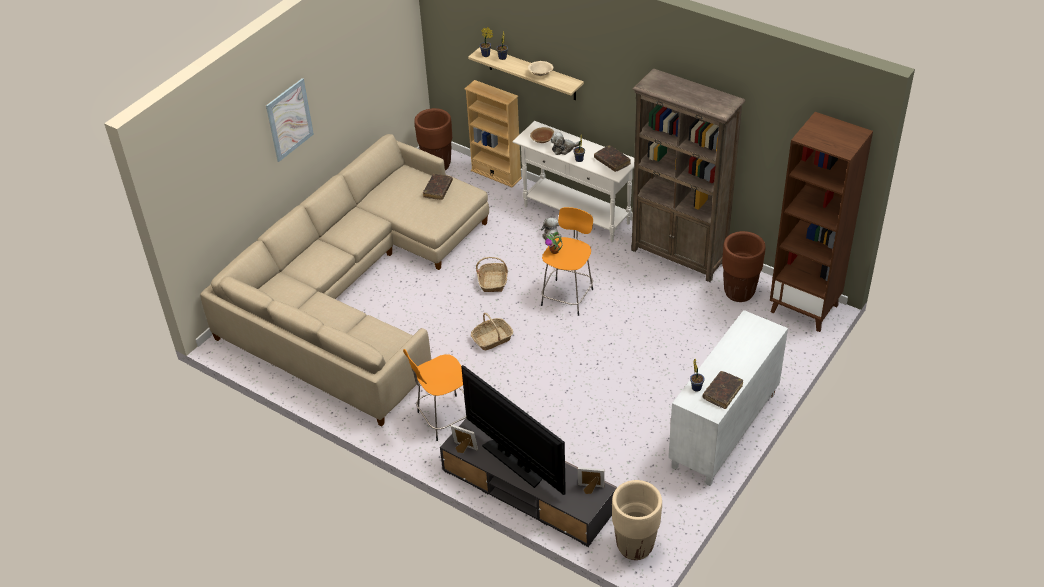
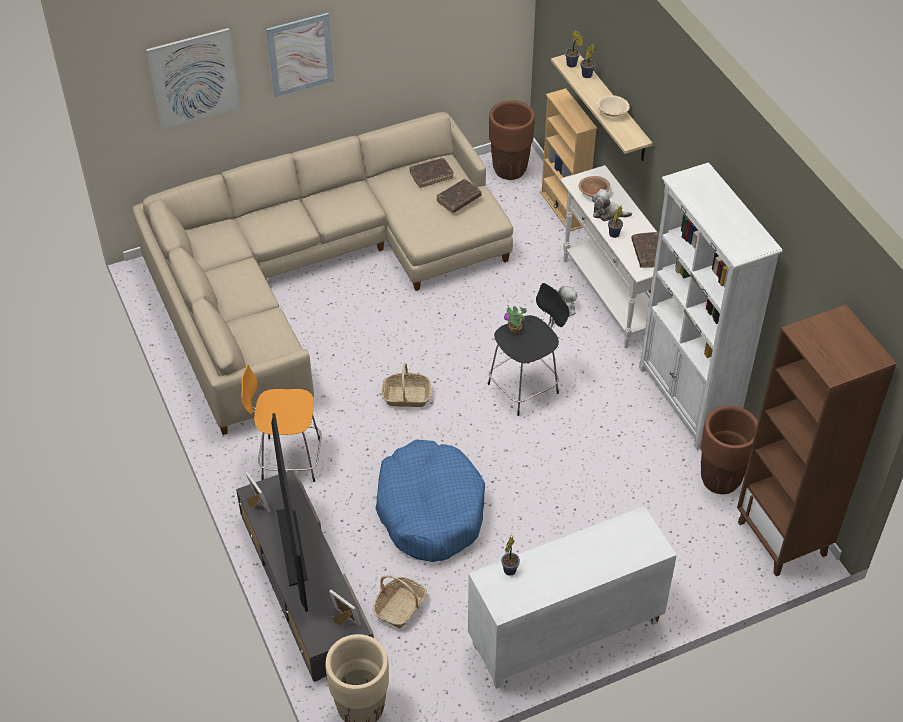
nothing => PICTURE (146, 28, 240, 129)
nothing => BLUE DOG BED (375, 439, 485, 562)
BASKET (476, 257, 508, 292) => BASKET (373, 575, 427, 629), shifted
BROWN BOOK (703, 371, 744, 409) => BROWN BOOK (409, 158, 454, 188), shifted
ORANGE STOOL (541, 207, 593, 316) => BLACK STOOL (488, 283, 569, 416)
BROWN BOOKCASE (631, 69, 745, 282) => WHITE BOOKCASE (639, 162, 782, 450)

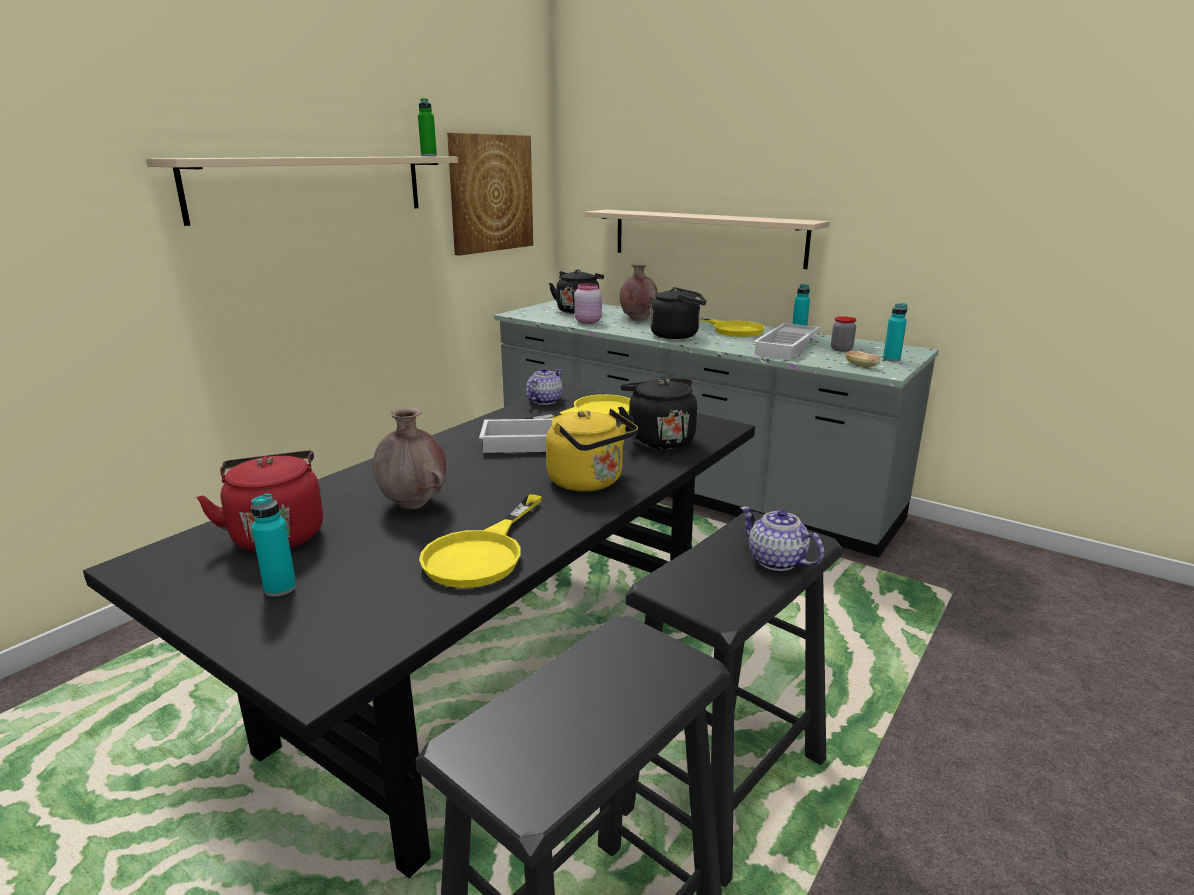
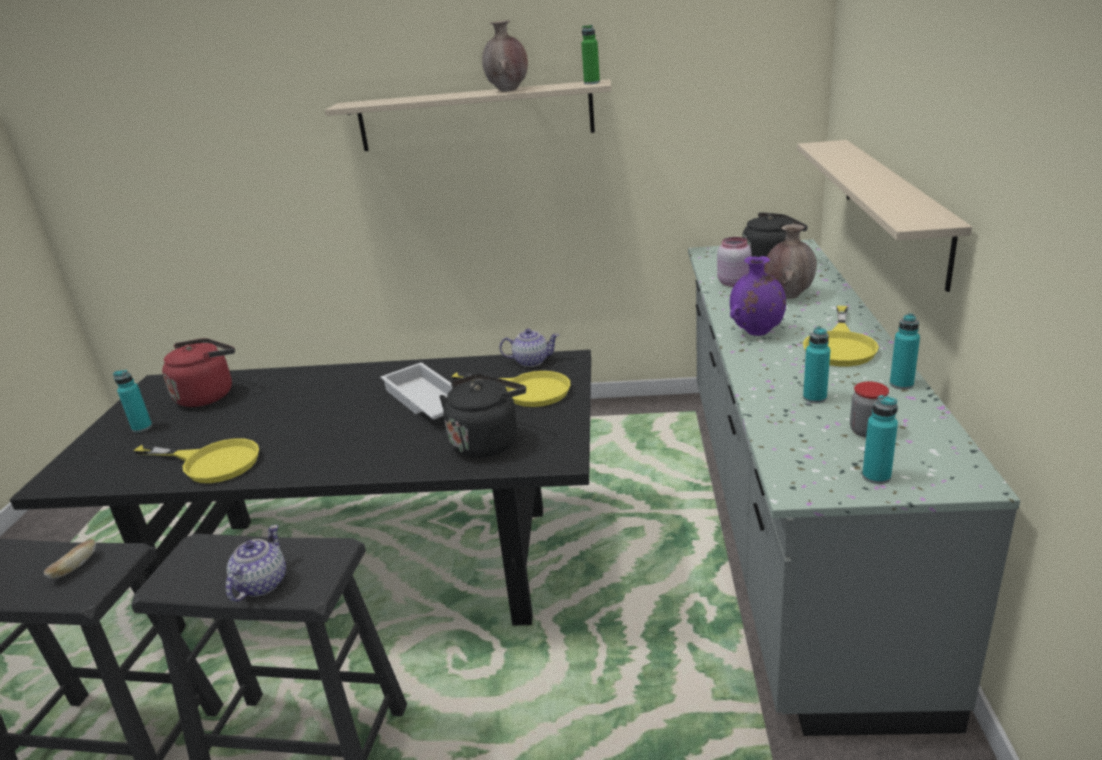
PICTURE (447, 133, 533, 256) => nothing
YELLOW KETTLE (546, 409, 638, 492) => nothing
BROWN VASE (373, 407, 446, 509) => BROWN VASE (482, 21, 528, 92), shifted
BREAD (845, 351, 880, 367) => BREAD (44, 539, 96, 578), shifted
BLACK KETTLE (650, 287, 706, 339) => PURPLE VASE (730, 256, 786, 336)
WHITE TRAY (753, 323, 820, 359) => TURQUOISE BOTTLE (803, 327, 830, 403)
YELLOW FRYING PAN (419, 494, 542, 588) => YELLOW FRYING PAN (134, 438, 259, 483), 150 degrees counterclockwise

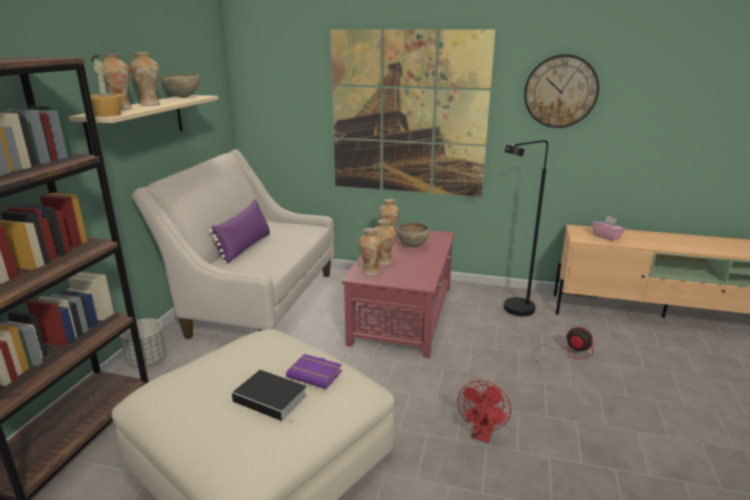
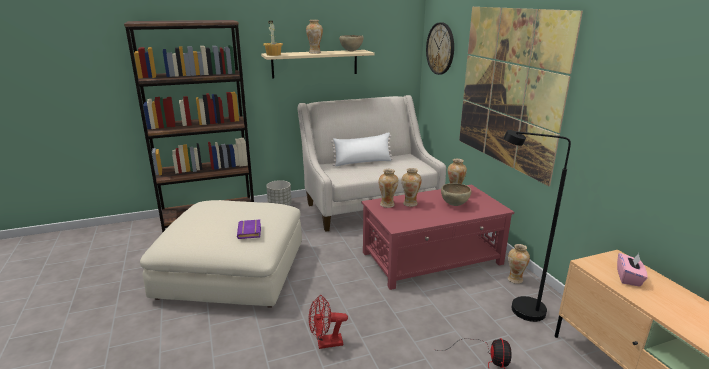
BOOK (232, 370, 307, 423) => nothing
VASE (101, 54, 132, 110) => VASE (508, 244, 530, 284), shifted
WALL CLOCK (524, 54, 599, 128) => WALL CLOCK (426, 22, 454, 75), shifted
PURPLE PILLOW (209, 200, 270, 264) => WHITE PILLOW (331, 132, 393, 166)

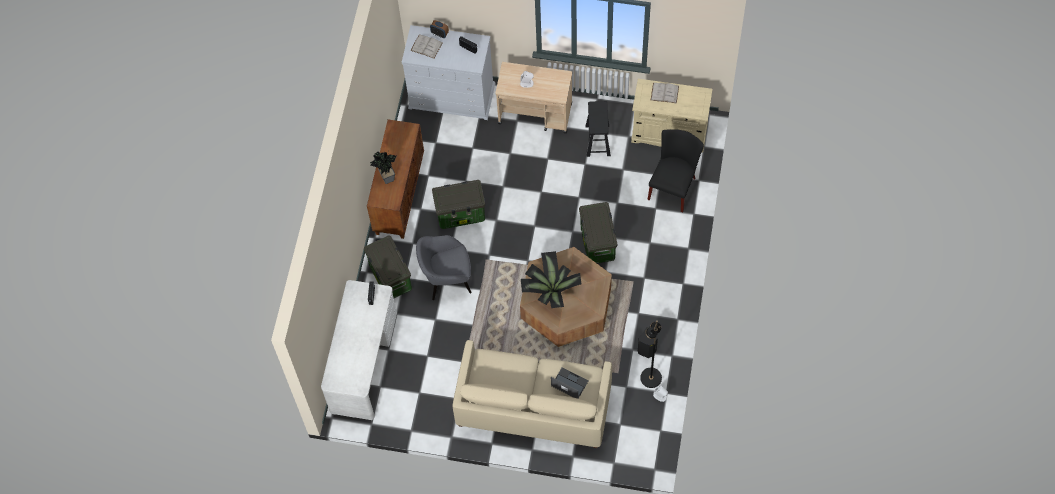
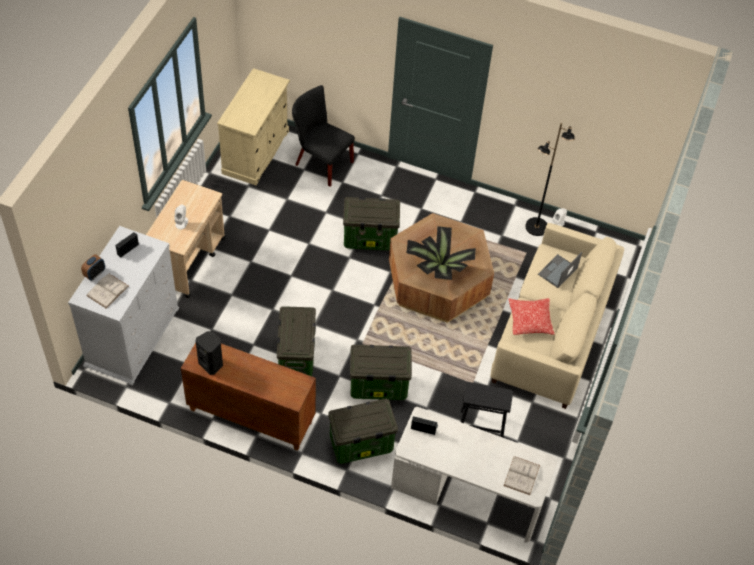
POTTED PLANT (370, 152, 397, 184) => nothing
nothing => PILLOW (509, 298, 555, 335)
BLACK STOOL (586, 101, 611, 157) => BLACK STOOL (461, 382, 513, 437), shifted
BLACK SPEAKER (638, 327, 658, 358) => BLACK SPEAKER (196, 331, 223, 375), shifted
WHITE BOOK (651, 83, 679, 103) => WHITE BOOK (504, 456, 540, 495), shifted
GREY ARMCHAIR (416, 235, 472, 300) => STORAGE BOX (350, 345, 412, 400)

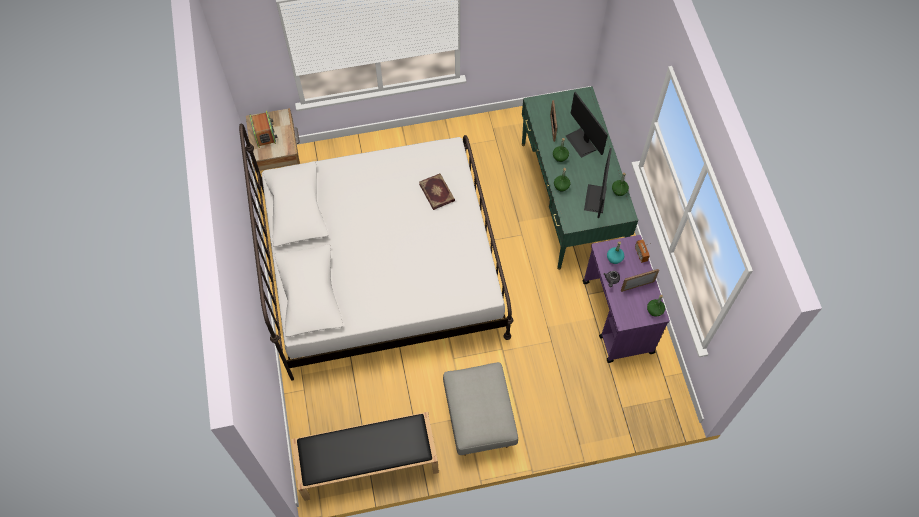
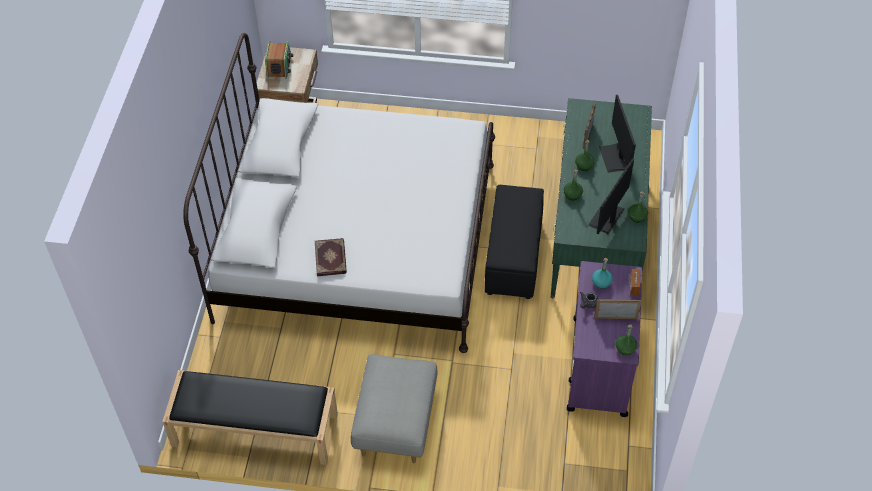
nothing => BLACK OTTOMAN (485, 185, 544, 299)
BOOK (419, 173, 455, 210) => BOOK (315, 238, 347, 276), shifted

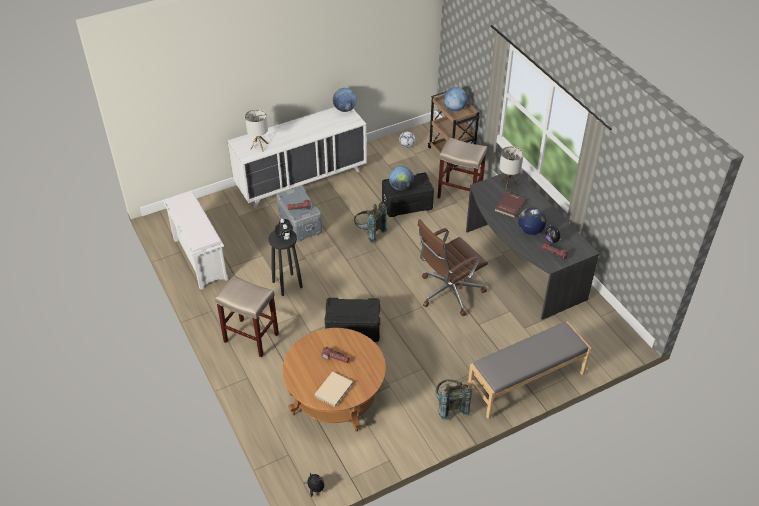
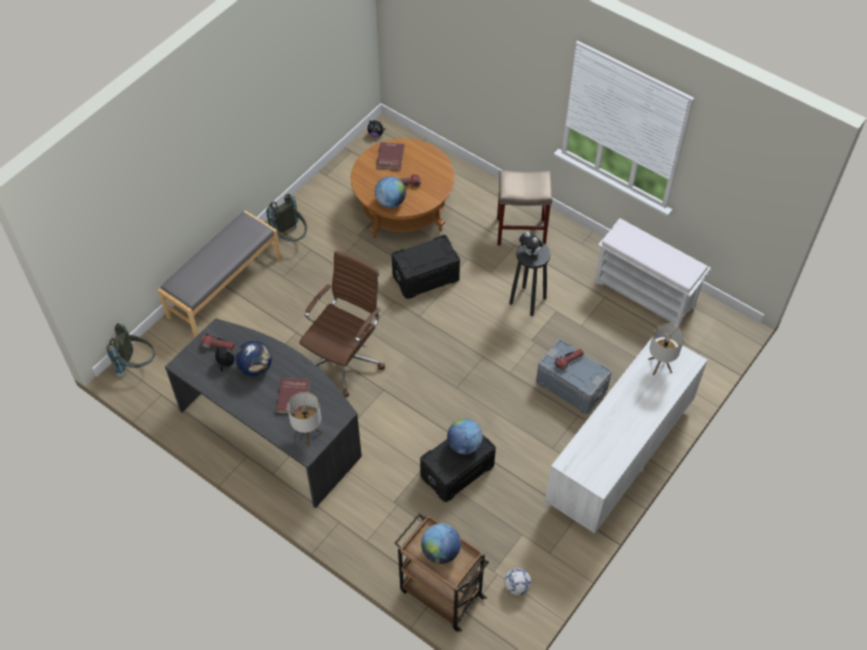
BEIGE STOOL (437, 137, 487, 199) => nothing
GLOBE (333, 88, 357, 112) => GLOBE (375, 176, 406, 208), shifted
GREY BACKPACK (354, 202, 387, 243) => GREY BACKPACK (107, 323, 155, 376), shifted
BEIGE BOOK (314, 372, 353, 407) => RED BOOK (376, 142, 405, 170)

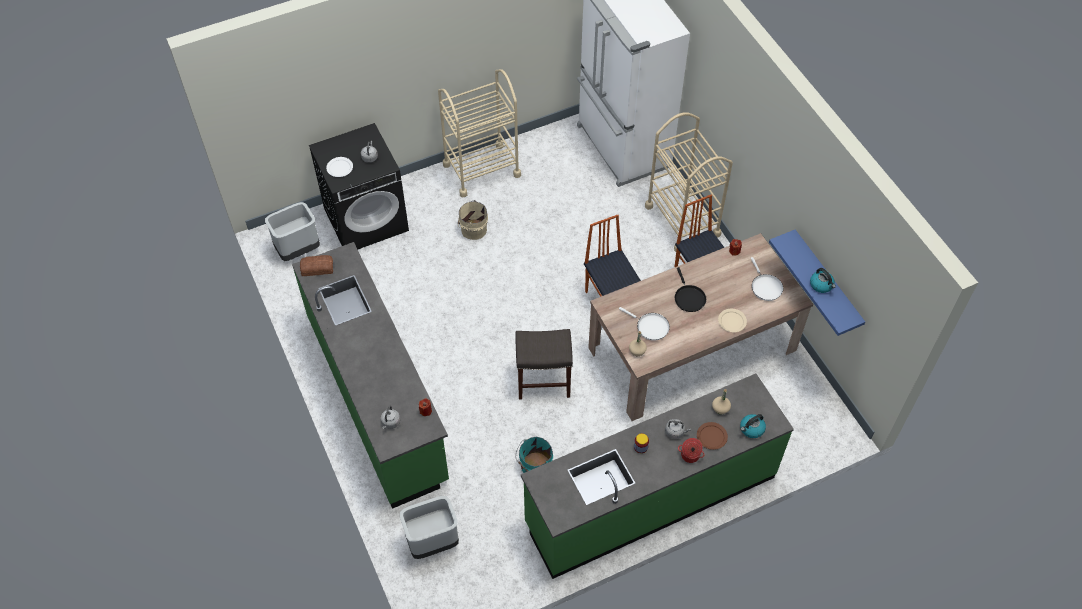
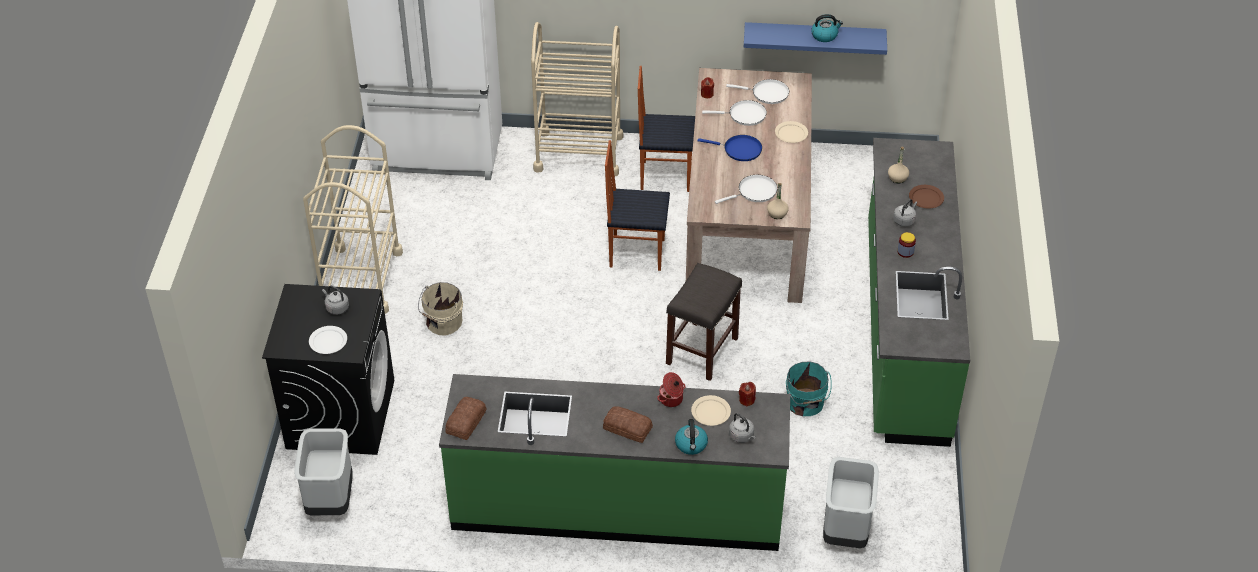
nothing => BREAD (603, 406, 653, 443)
nothing => BEIGE PLATE (691, 395, 731, 426)
nothing => WHITE FRYING PAN (702, 100, 767, 126)
COOKING POT (678, 438, 704, 463) => COOKING POT (657, 372, 686, 407), shifted
KETTLE (740, 414, 766, 438) => KETTLE (675, 419, 708, 455), shifted
BLACK FRYING PAN (675, 267, 706, 312) => BLUE FRYING PAN (698, 135, 762, 161)

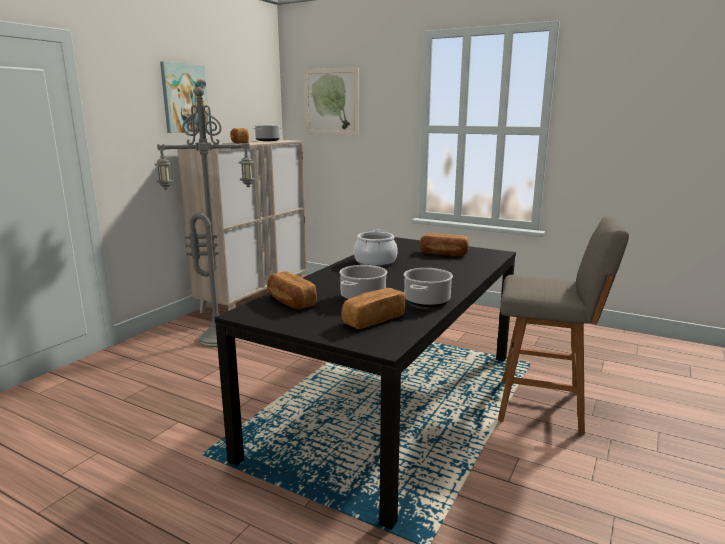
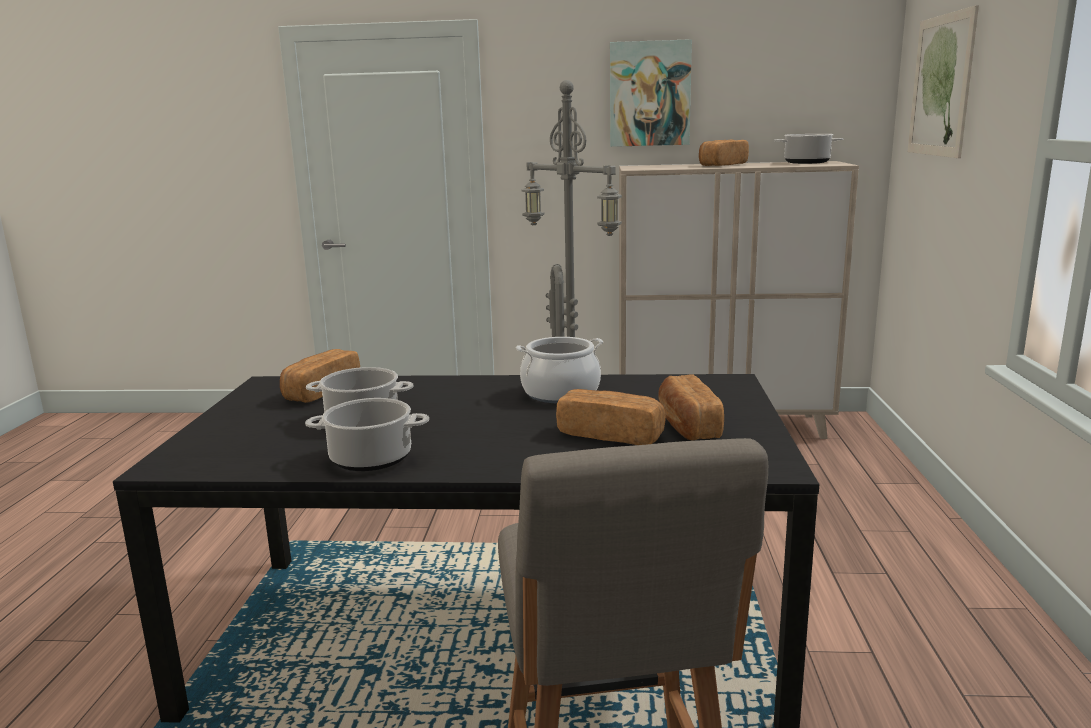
BREAD (341, 288, 406, 329) => BREAD (556, 389, 666, 445), shifted

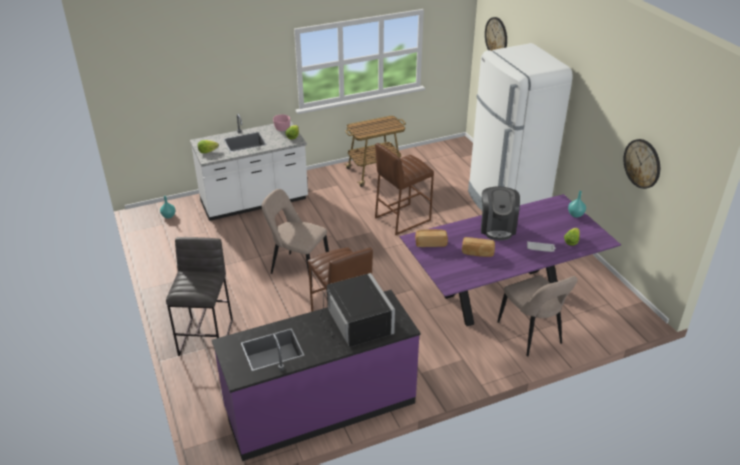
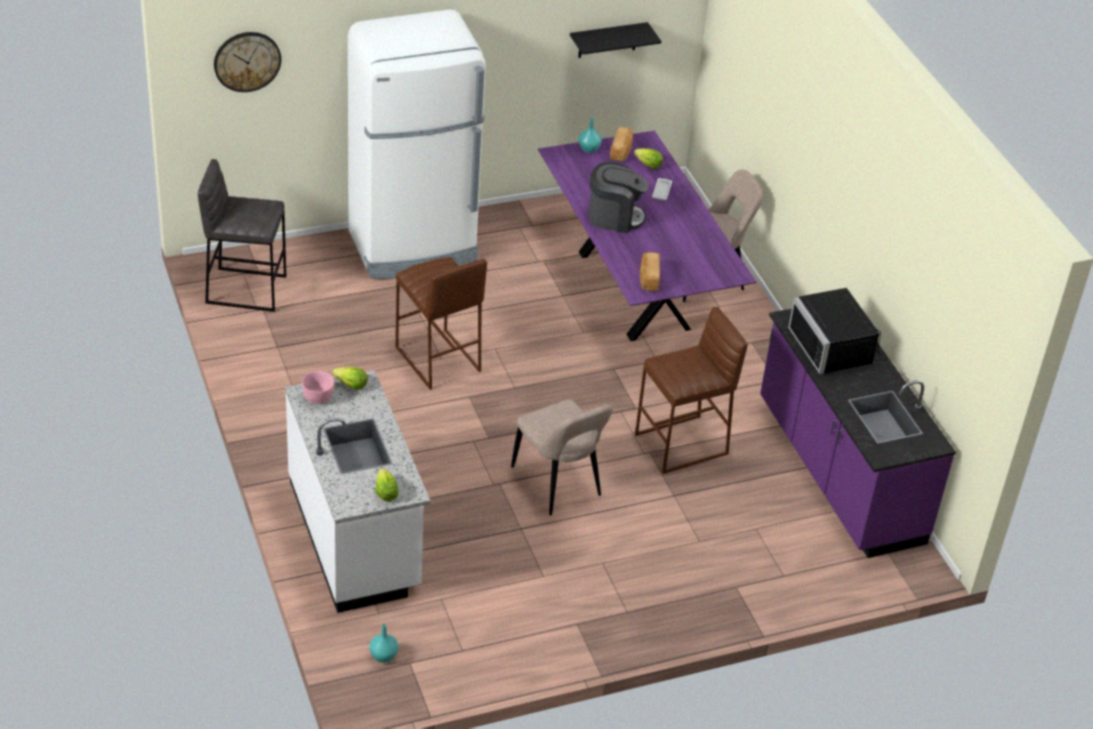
CART (343, 116, 406, 187) => nothing
GREY STOOL (166, 237, 233, 356) => GREY STOOL (198, 159, 286, 312), shifted
BREAD (462, 237, 495, 257) => BREAD (610, 127, 633, 161), shifted
WALL CLOCK (623, 139, 660, 189) => BLACK SHELF (570, 22, 661, 58)
BEIGE CHAIR (261, 189, 329, 287) => BEIGE CHAIR (511, 399, 613, 515), 60 degrees counterclockwise
BLACK MICROWAVE (320, 273, 395, 347) => BLACK MICROWAVE (788, 288, 881, 374), 90 degrees counterclockwise

